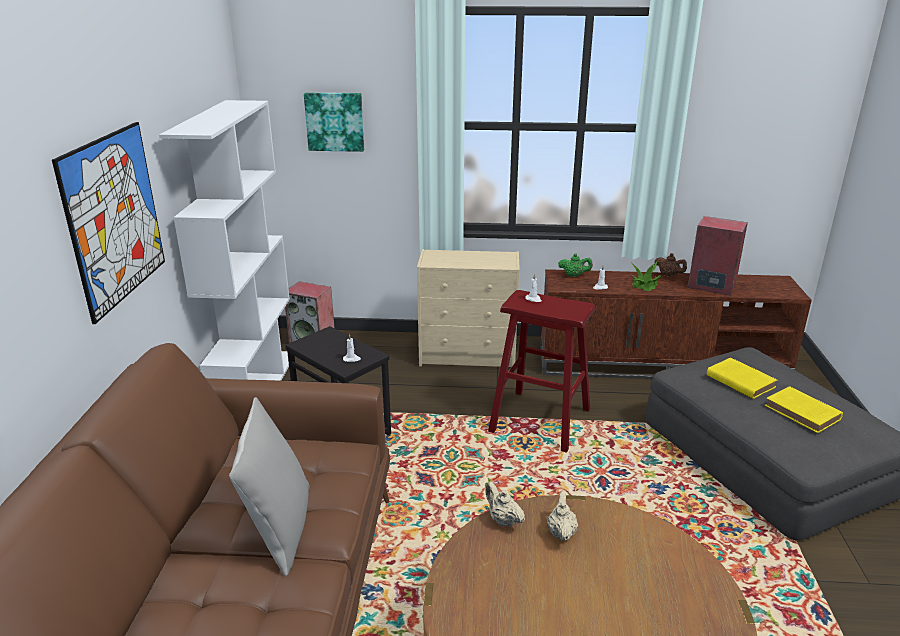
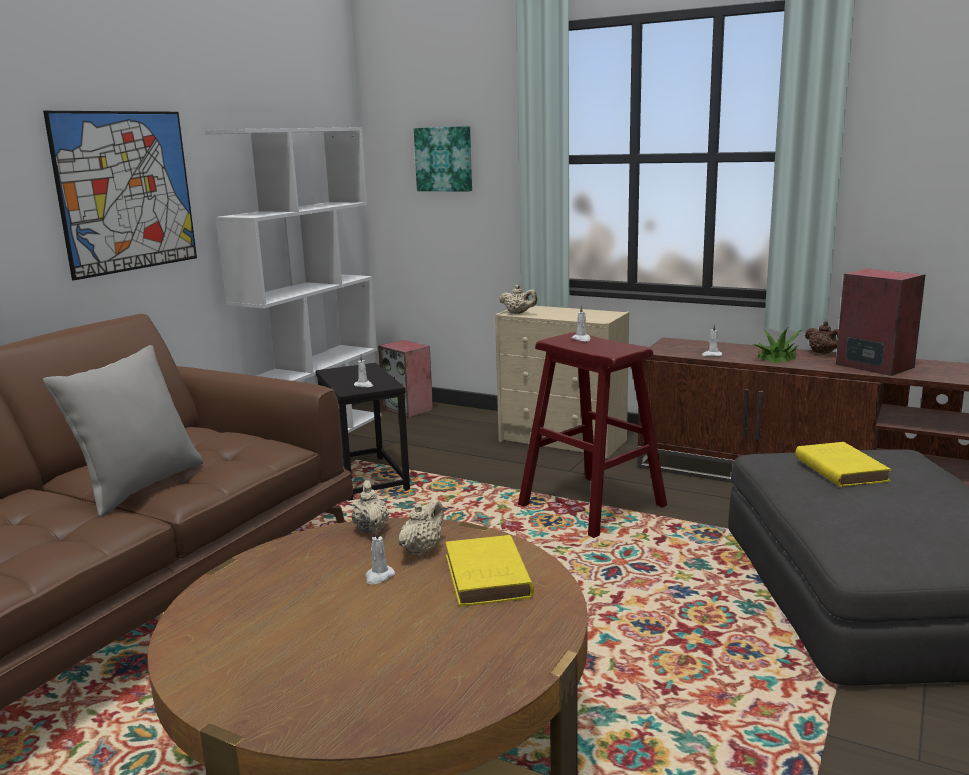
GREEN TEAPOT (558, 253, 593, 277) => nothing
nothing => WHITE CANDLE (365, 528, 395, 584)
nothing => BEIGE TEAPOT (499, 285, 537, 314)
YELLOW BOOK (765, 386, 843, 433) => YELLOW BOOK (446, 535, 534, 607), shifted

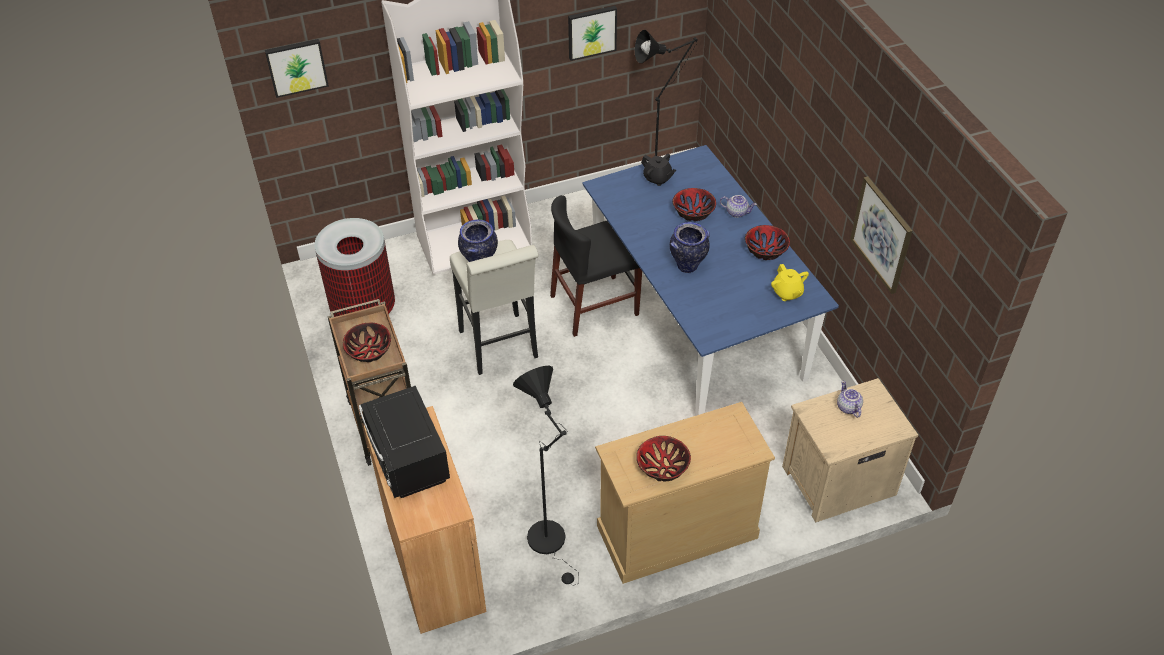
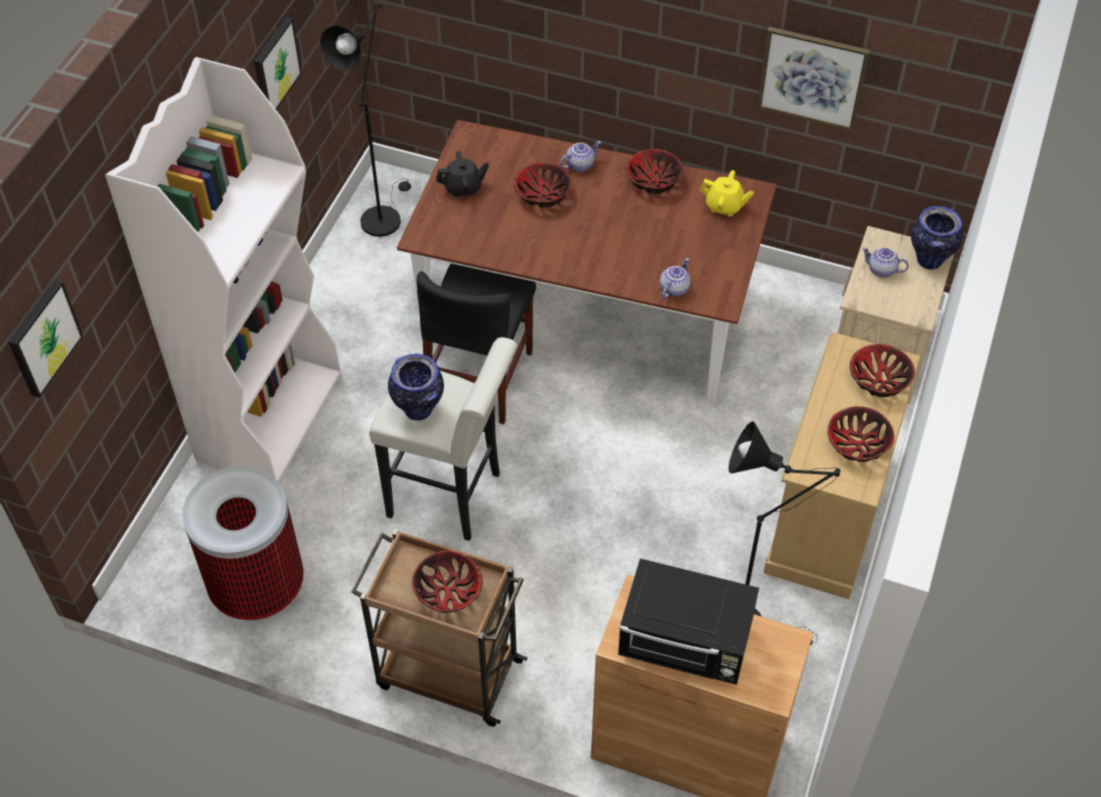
nothing => TEAPOT (660, 258, 690, 299)
nothing => BOWL (850, 344, 915, 397)
VASE (670, 222, 710, 273) => VASE (911, 206, 963, 270), shifted
BLUE DINING TABLE (583, 145, 839, 416) => BROWN DINING TABLE (397, 120, 777, 404)

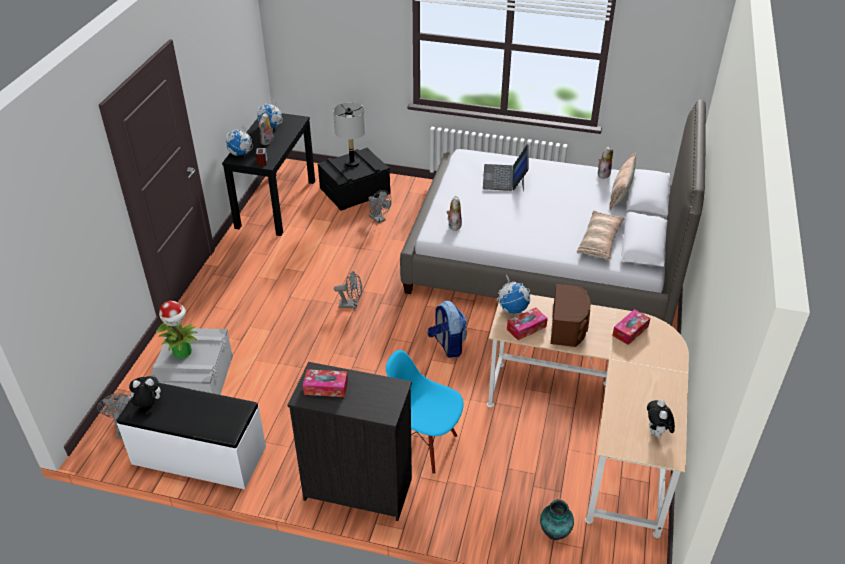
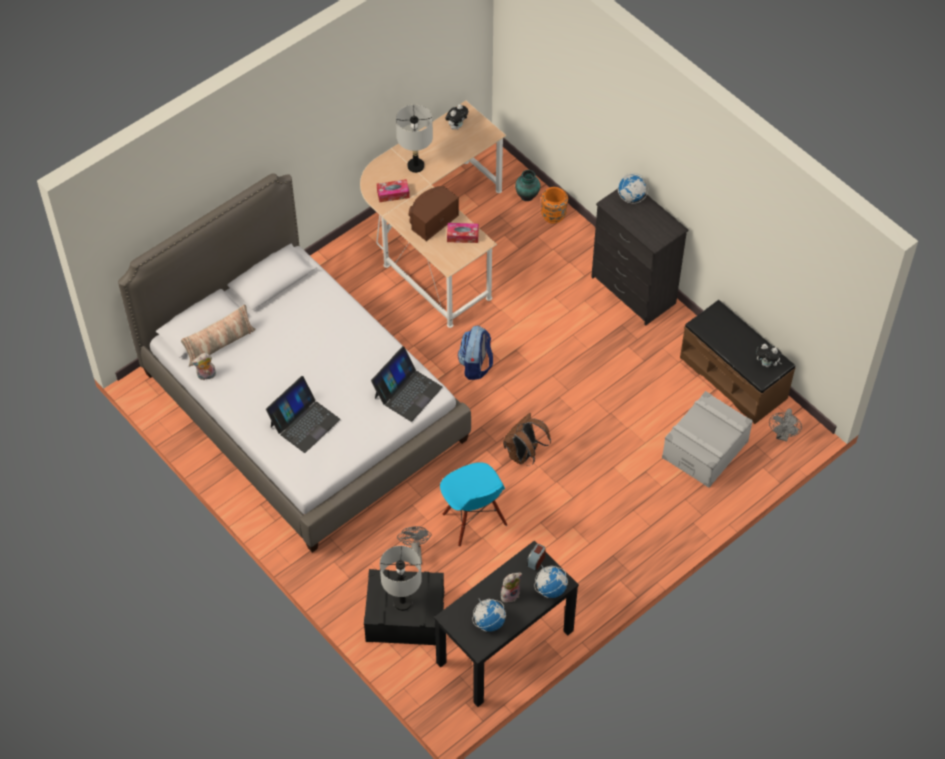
POTTED PLANT (155, 301, 198, 359) => nothing
TISSUE BOX (303, 369, 348, 397) => nothing
PILLOW (576, 211, 625, 260) => nothing
nothing => GREY TABLE LAMP (396, 105, 433, 173)
nothing => ORANGE VASE (541, 187, 568, 223)
BLUE CHAIR (386, 350, 464, 474) => BLUE CHAIR (440, 462, 508, 547), shifted
GLOBE (497, 275, 531, 314) => GLOBE (618, 173, 648, 203), shifted
GREY FAN (334, 271, 362, 308) => BROWN BACKPACK (503, 413, 551, 466)
PLUSH TOY (447, 196, 462, 231) => LAPTOP (371, 346, 443, 422)
WHITE BENCH (116, 383, 266, 489) => BROWN BENCH (680, 300, 795, 424)

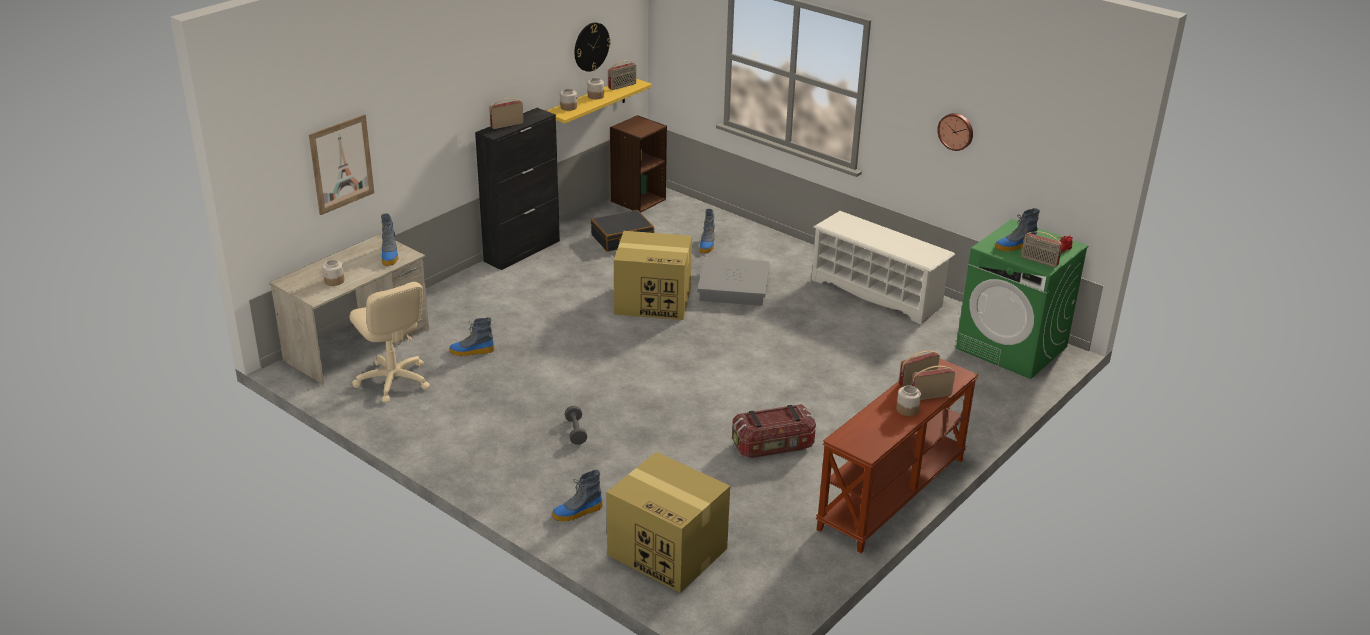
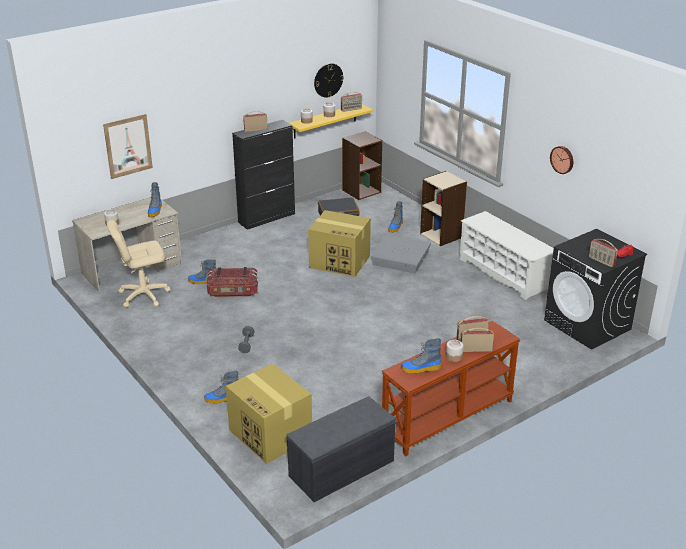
nothing => GREY BENCH (286, 396, 396, 502)
nothing => BEIGE BOOKCASE (420, 171, 467, 246)
STORAGE BOX (732, 404, 816, 458) => STORAGE BOX (206, 267, 258, 297), shifted
BOOT (995, 208, 1040, 252) => BOOT (401, 338, 441, 374), shifted
GREEN WASHING MACHINE (956, 219, 1089, 379) => BLACK WASHING MACHINE (544, 229, 647, 350)
BEIGE OFFICE CHAIR (349, 282, 430, 403) => BEIGE OFFICE CHAIR (107, 220, 171, 307), 90 degrees clockwise

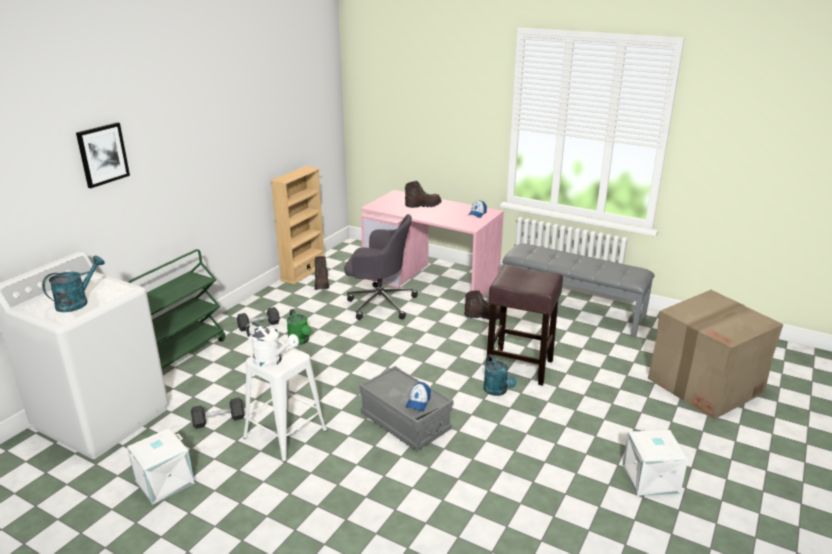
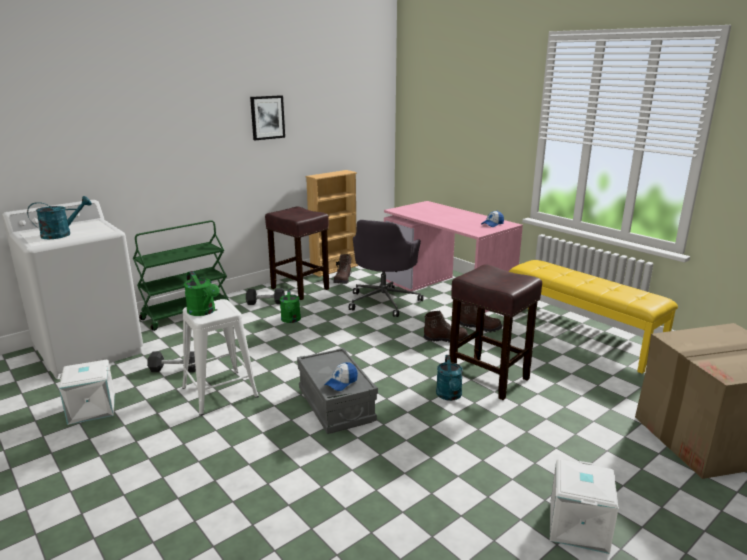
nothing => BROWN STOOL (265, 207, 329, 300)
PICTURE (76, 123, 130, 188) => PICTURE (250, 95, 285, 140), shifted
BROWN BOOT (405, 181, 441, 208) => BROWN BOOT (424, 311, 468, 343), shifted
WHITE WATERING CAN (246, 322, 299, 367) => GREEN WATERING CAN (184, 271, 220, 316)
GREY BENCH (502, 243, 654, 337) => YELLOW BENCH (509, 260, 678, 373)
GREY OFFICE CHAIR (344, 214, 418, 320) => GREY OFFICE CHAIR (349, 220, 424, 317), 75 degrees clockwise

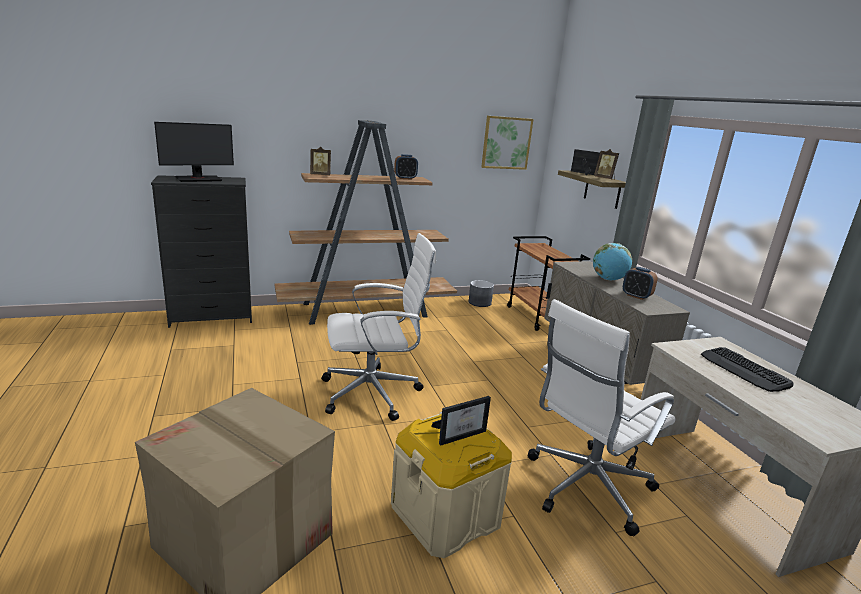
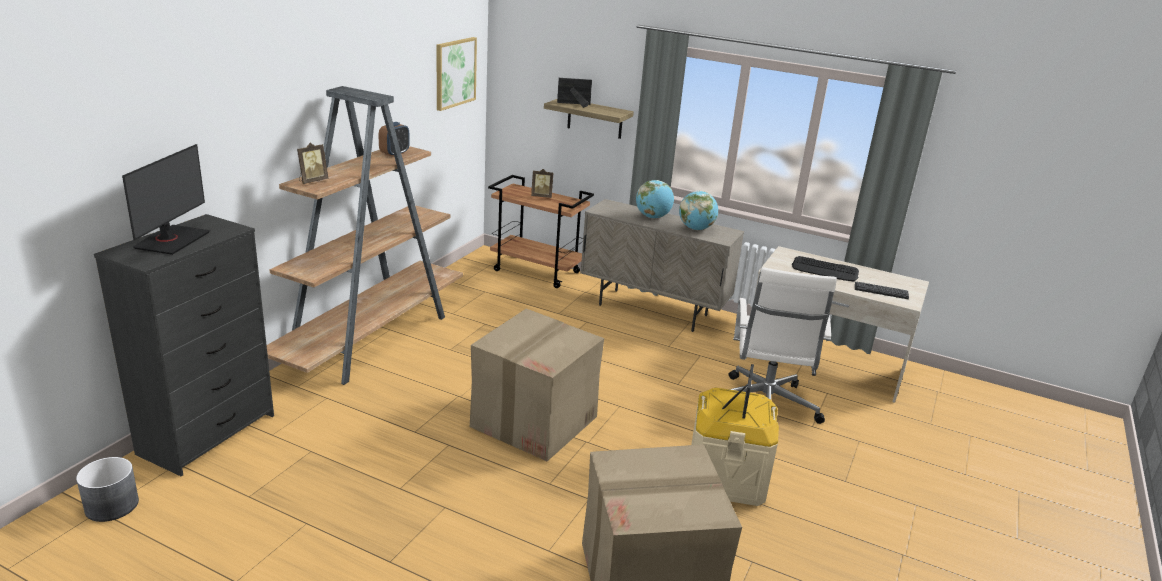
nothing => KEYBOARD (855, 281, 909, 299)
GREY PLANTER (469, 280, 494, 307) => GREY PLANTER (76, 457, 139, 522), shifted
PICTURE FRAME (594, 149, 619, 180) => PICTURE FRAME (531, 169, 553, 198), shifted
WHITE OFFICE CHAIR (321, 233, 436, 421) => CARDBOARD BOX (470, 309, 604, 461)
ALARM CLOCK (623, 267, 658, 300) => GLOBE (679, 191, 718, 230)

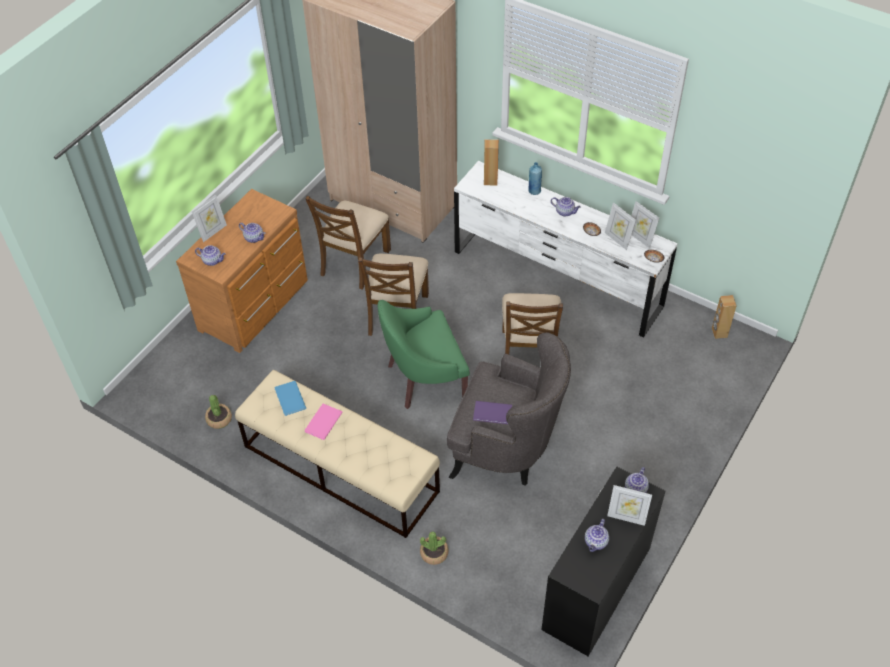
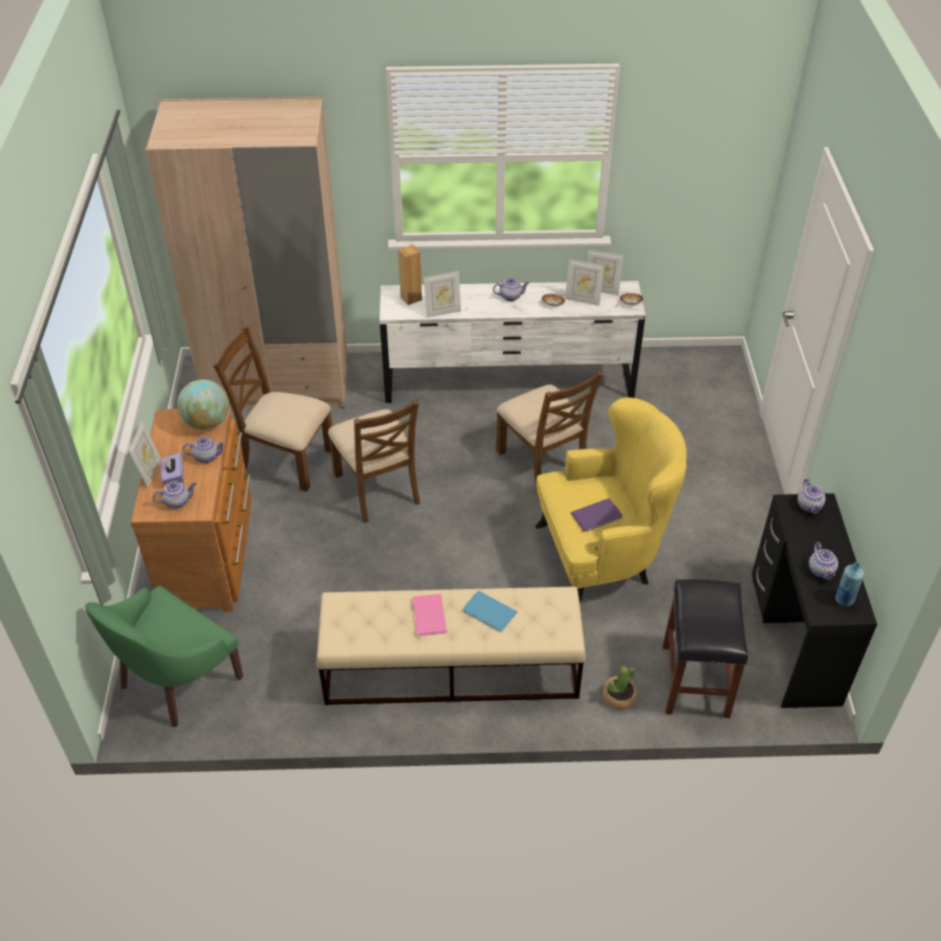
POTTED PLANT (205, 395, 232, 429) => nothing
BROWN SPEAKER (712, 295, 737, 339) => nothing
nothing => PURPLE TISSUE BOX (161, 453, 184, 485)
nothing => GLOBE (177, 379, 229, 430)
nothing => BLACK STOOL (663, 579, 748, 718)
BLUE BOOK (274, 381, 306, 416) => BLUE BOOK (463, 590, 517, 632), shifted
GREEN ARMCHAIR (378, 300, 470, 409) => GREEN ARMCHAIR (85, 586, 243, 727), shifted
BLUE BOTTLE (528, 162, 542, 195) => BLUE BOTTLE (835, 562, 864, 607), shifted
PICTURE FRAME (607, 485, 652, 526) => PICTURE FRAME (424, 271, 461, 318), shifted
GREY ARMCHAIR (447, 333, 571, 486) => YELLOW ARMCHAIR (535, 397, 687, 603)
BROWN CHAIR (306, 196, 391, 290) => BROWN CHAIR (214, 327, 332, 492), 120 degrees clockwise

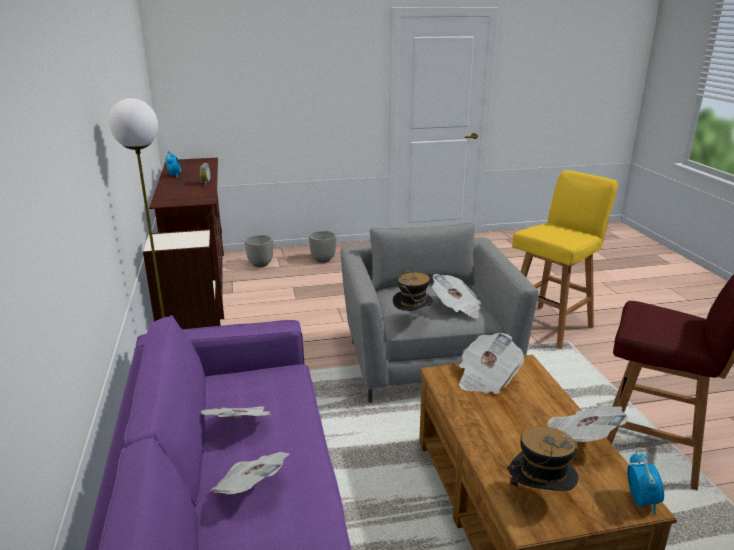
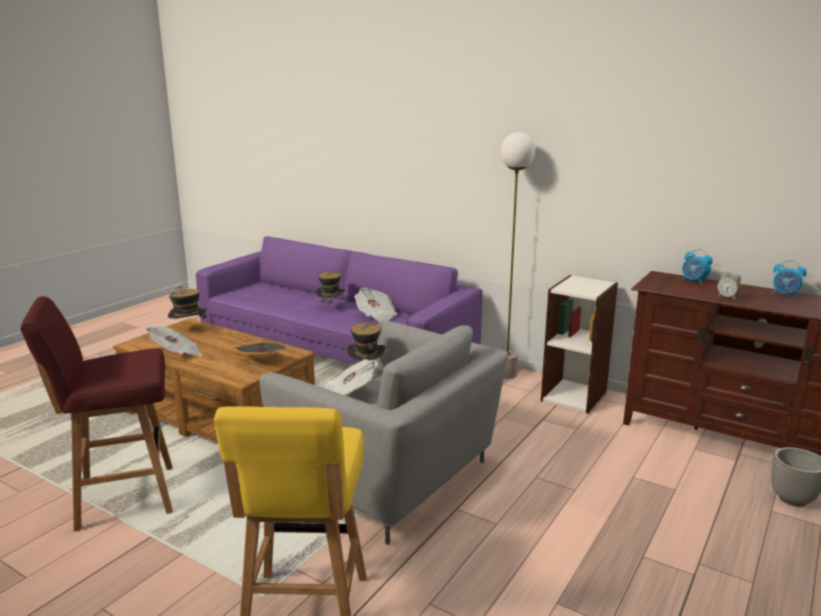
PLANTER (309, 231, 336, 263) => nothing
ALARM CLOCK (627, 451, 664, 515) => ALARM CLOCK (682, 249, 713, 285), shifted
NEWSPAPER (210, 452, 290, 494) => HAT (316, 270, 345, 313)

